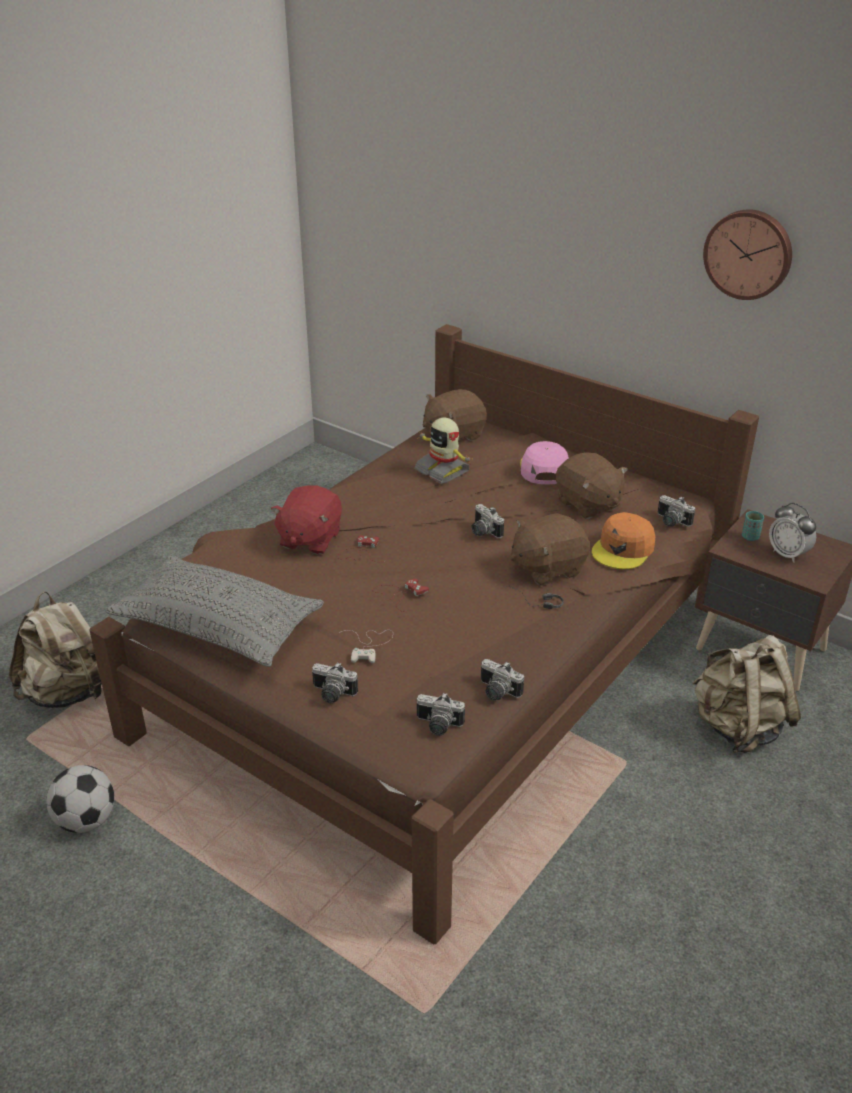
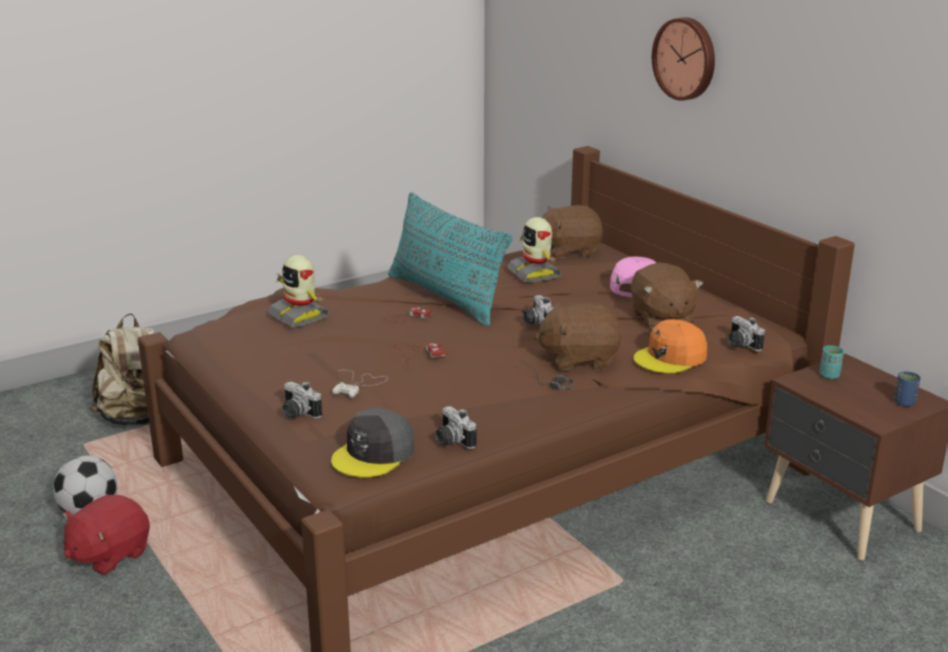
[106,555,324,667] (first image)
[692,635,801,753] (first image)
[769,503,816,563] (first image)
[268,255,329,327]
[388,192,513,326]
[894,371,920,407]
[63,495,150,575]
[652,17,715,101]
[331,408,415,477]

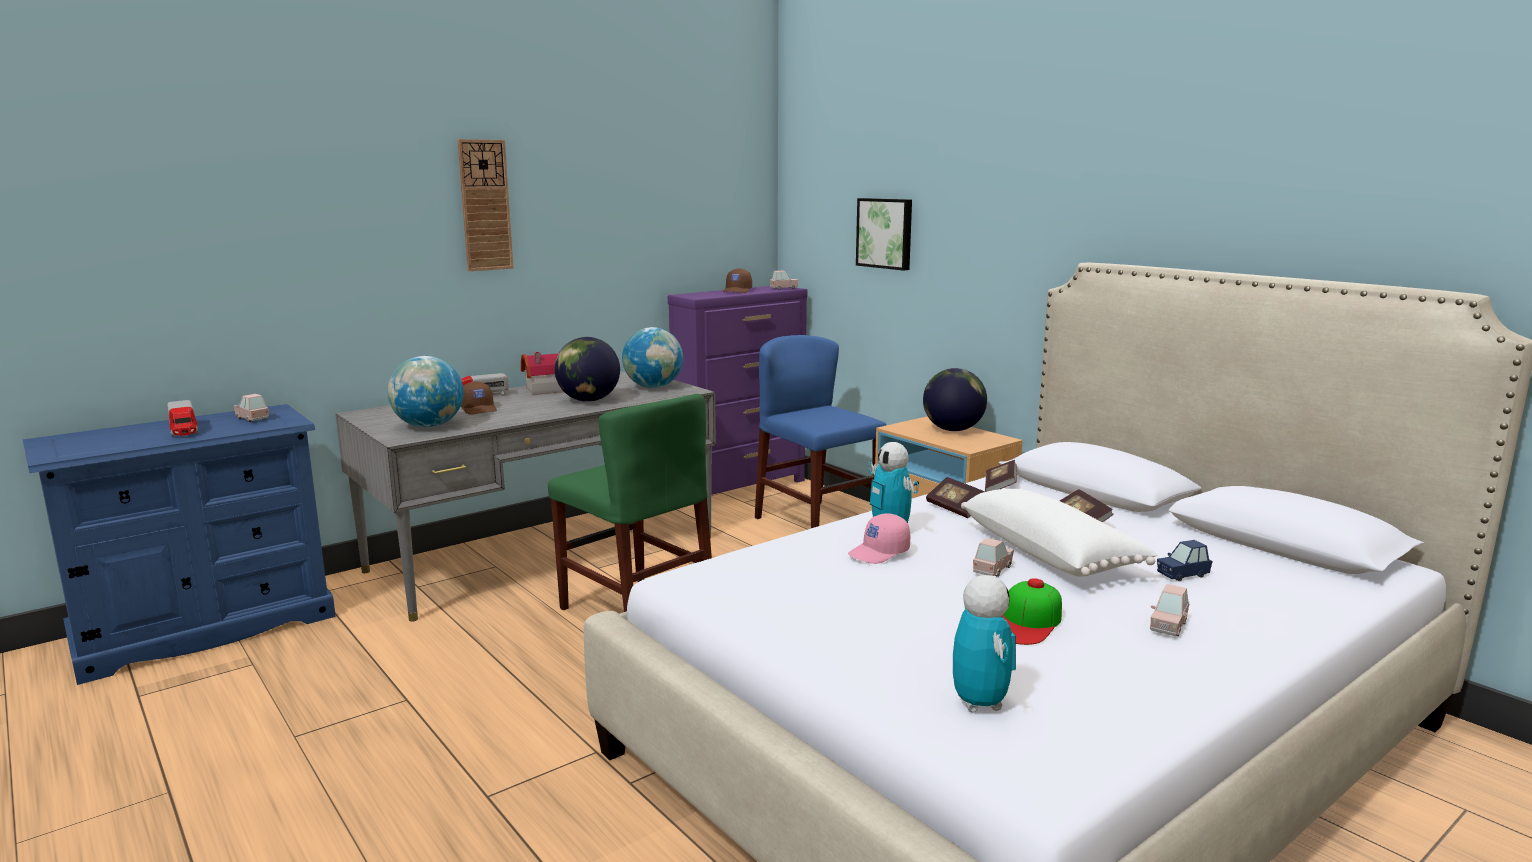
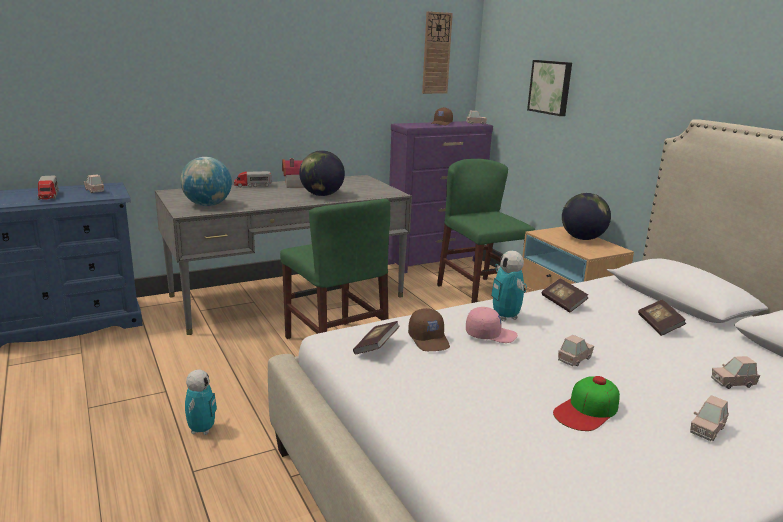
[622,327,683,388] (first image)
[961,489,1157,576] (first image)
[422,11,453,94]
[408,308,450,351]
[185,370,217,435]
[353,321,400,354]
[437,159,535,303]
[711,356,760,389]
[466,307,518,343]

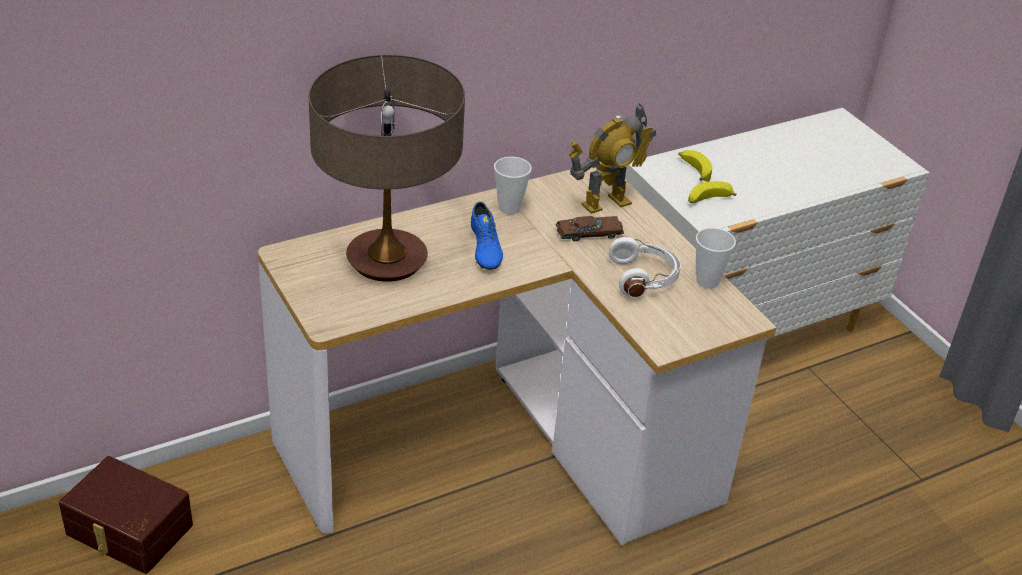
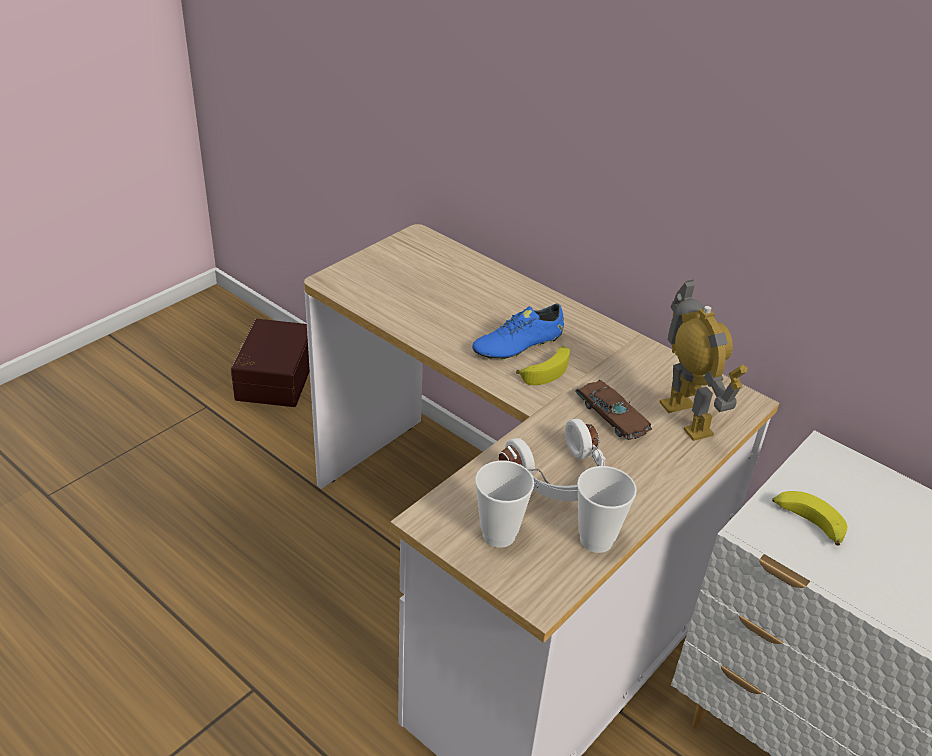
[309,55,465,282] (first image)
[475,460,534,548]
[516,346,570,385]
[659,279,748,441]

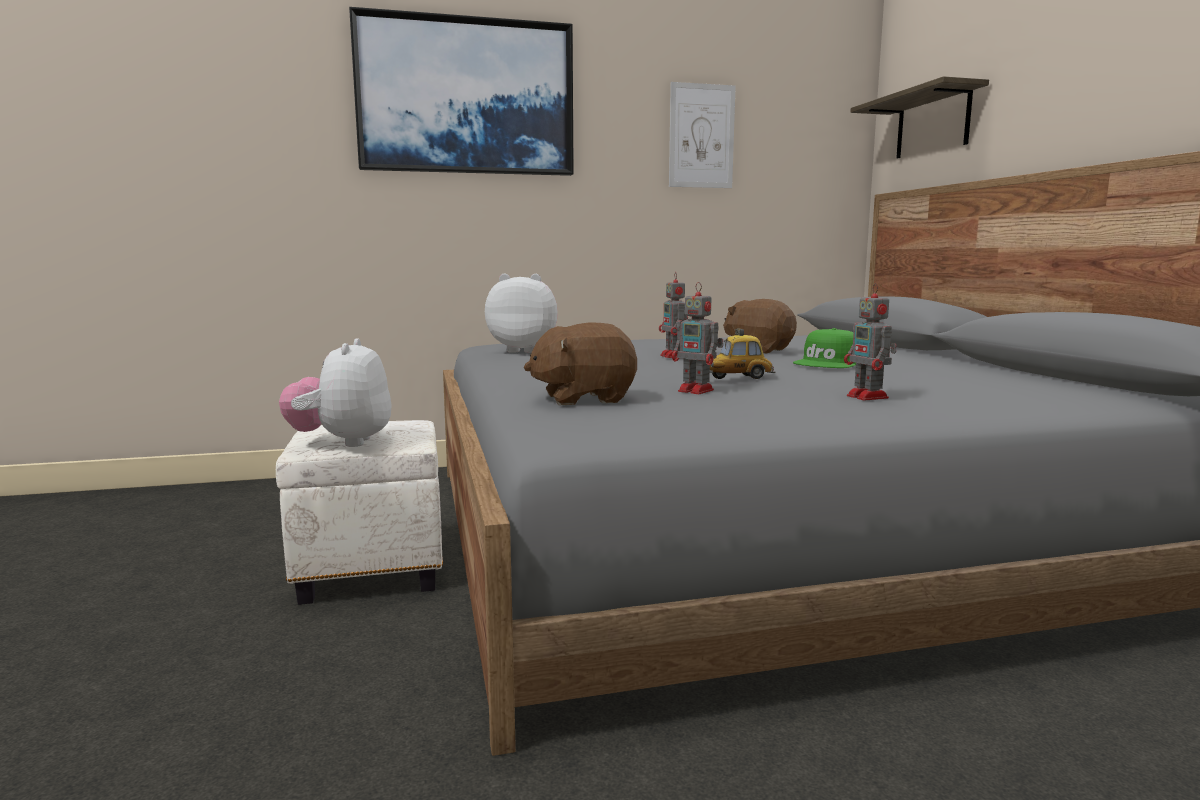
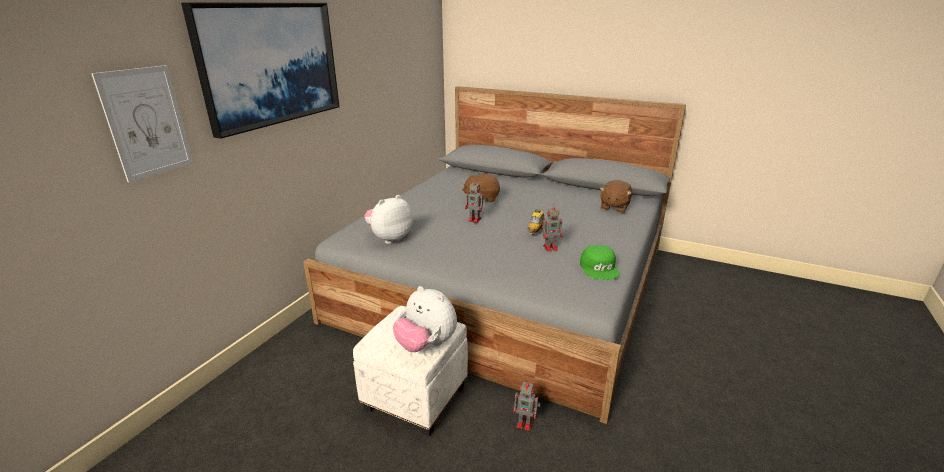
[850,76,989,159] (first image)
[600,180,632,213]
[91,65,193,182]
[580,245,620,280]
[513,380,540,431]

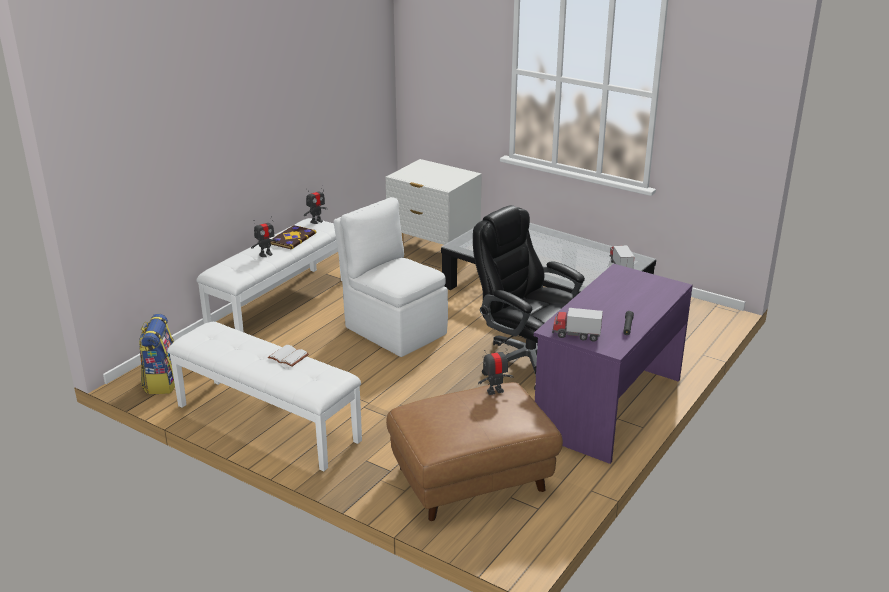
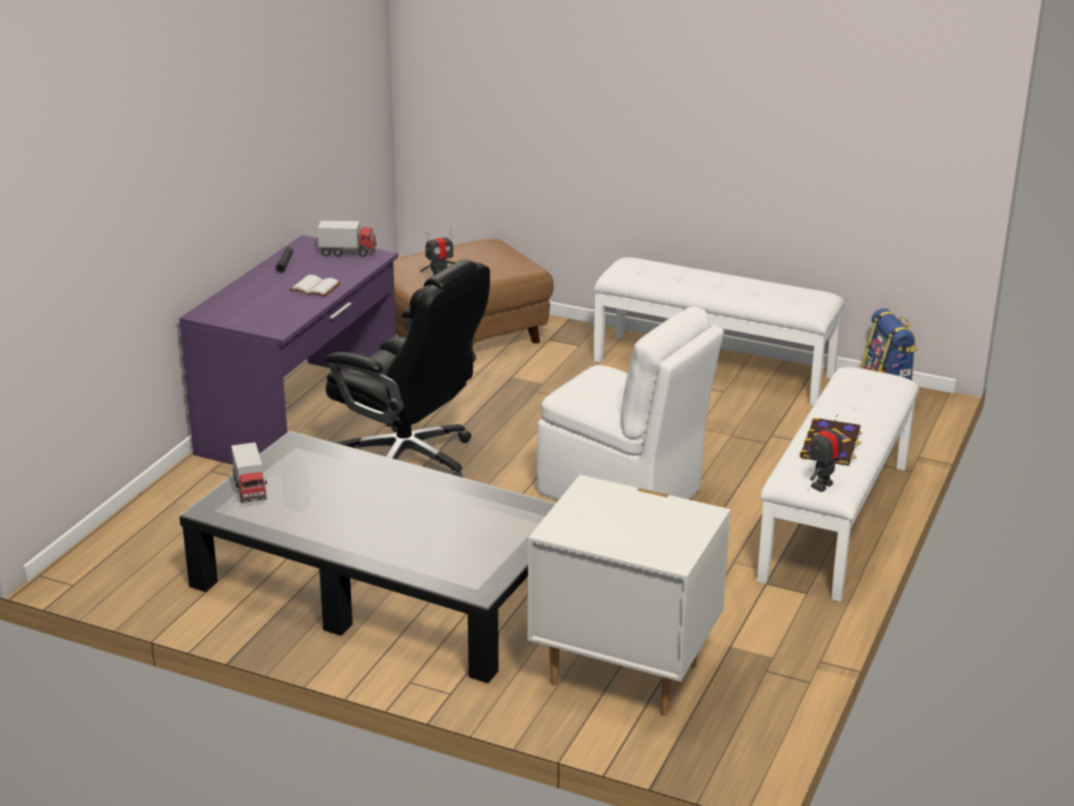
[251,216,278,257] (first image)
[289,275,341,297]

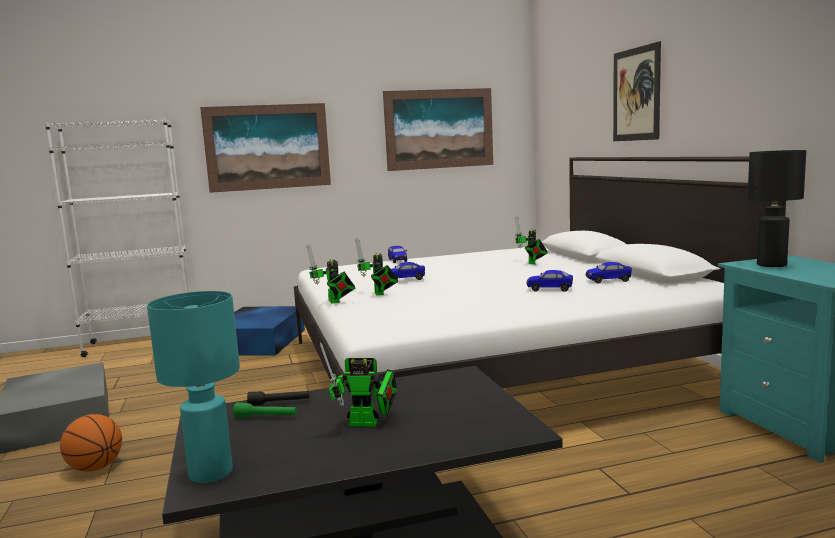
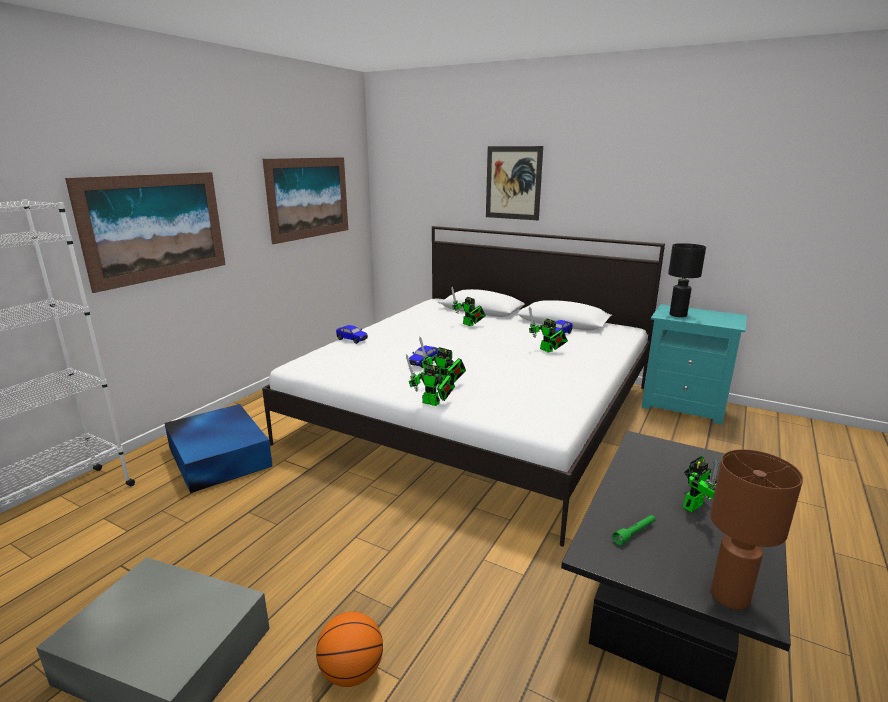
[247,391,309,406] (first image)
[529,307,568,353]
[710,449,803,610]

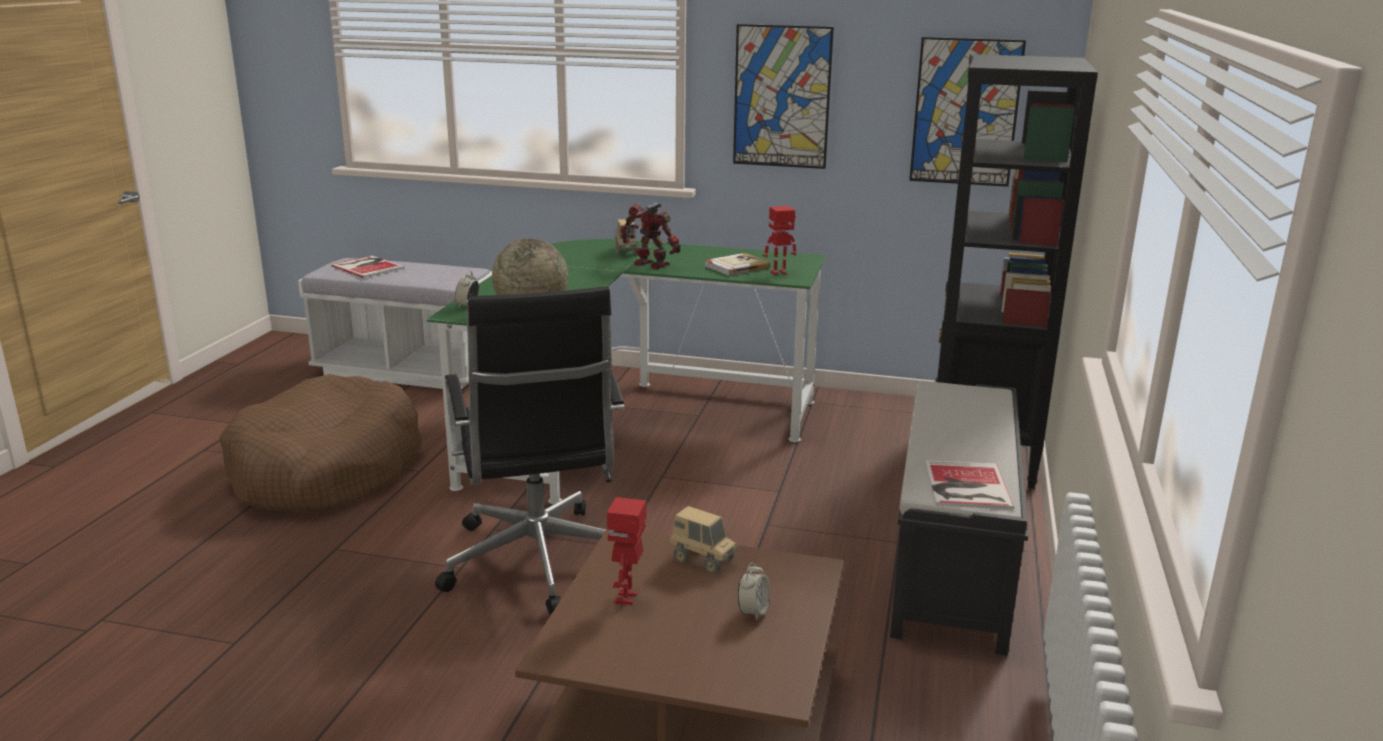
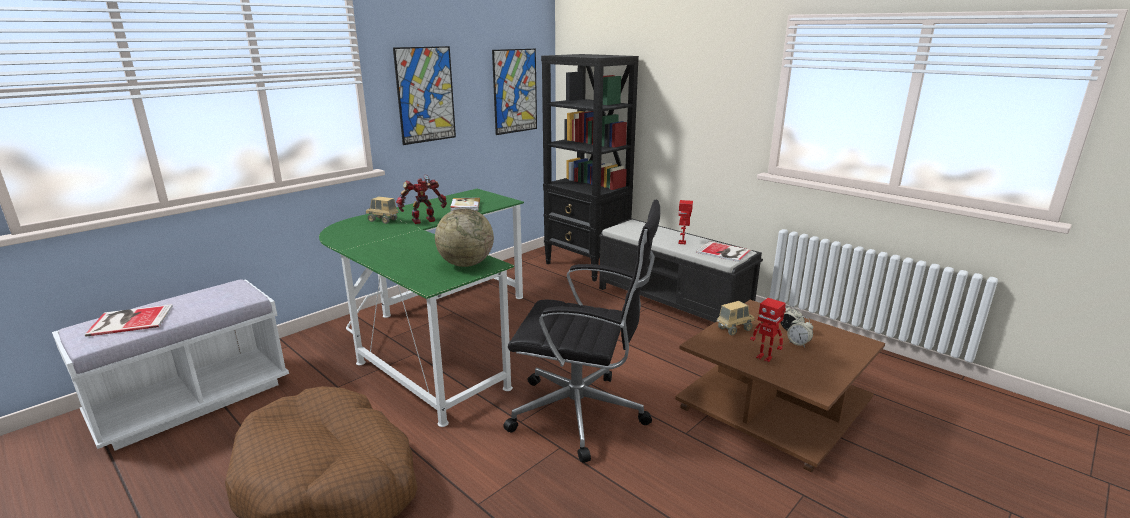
[787,316,813,348]
[678,200,693,244]

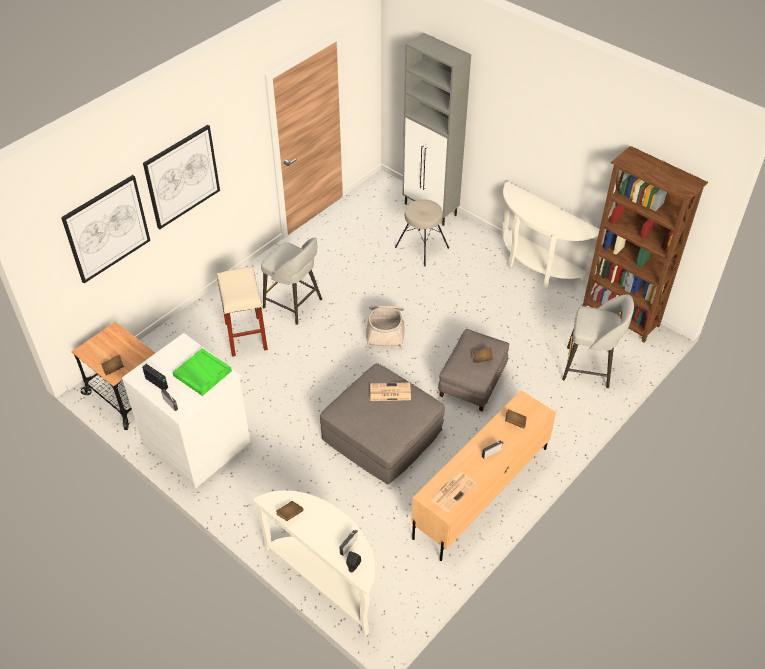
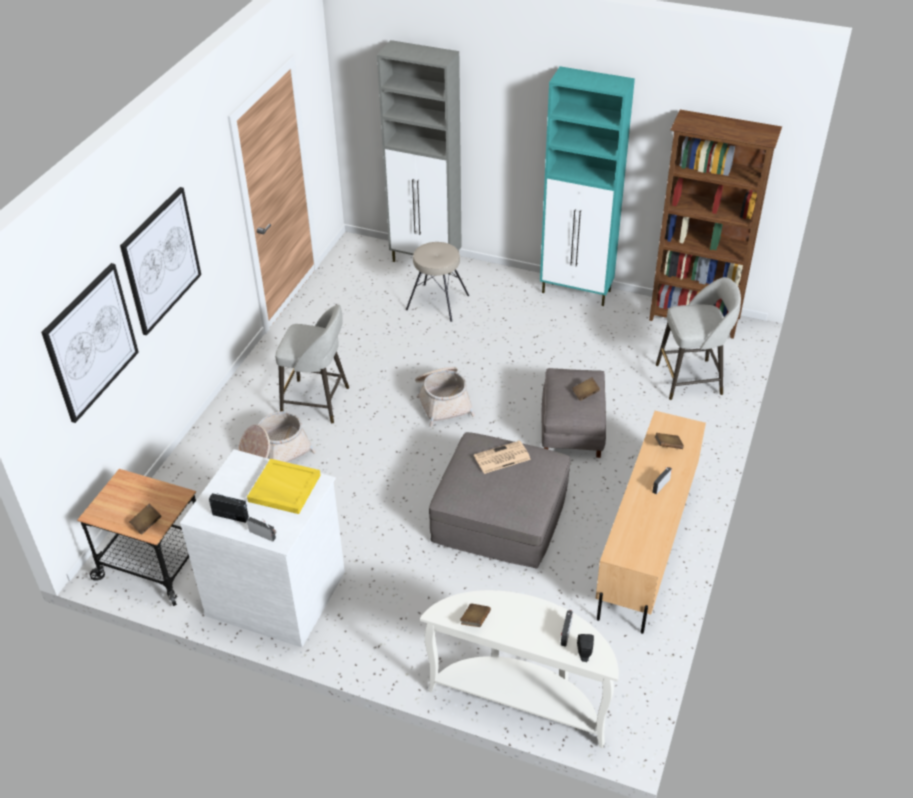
[430,471,476,512] (first image)
[238,411,316,462]
[540,66,635,306]
[247,459,321,514]

